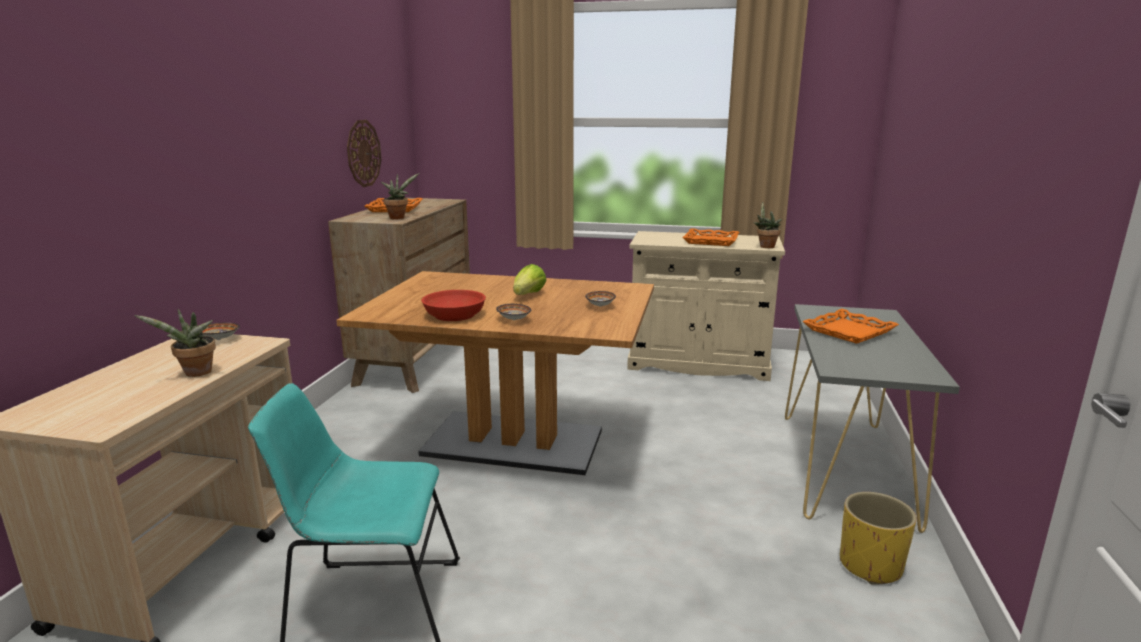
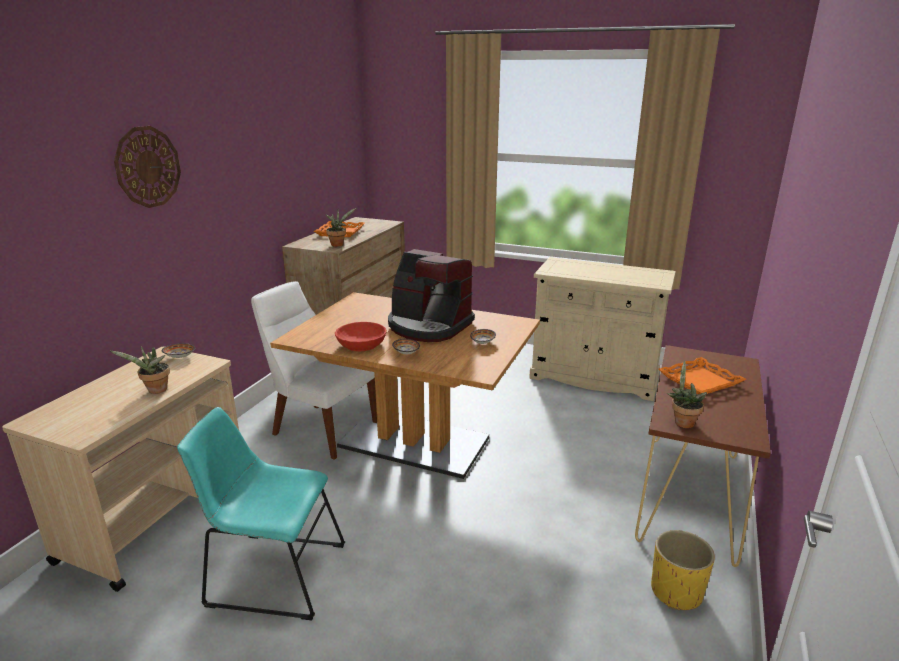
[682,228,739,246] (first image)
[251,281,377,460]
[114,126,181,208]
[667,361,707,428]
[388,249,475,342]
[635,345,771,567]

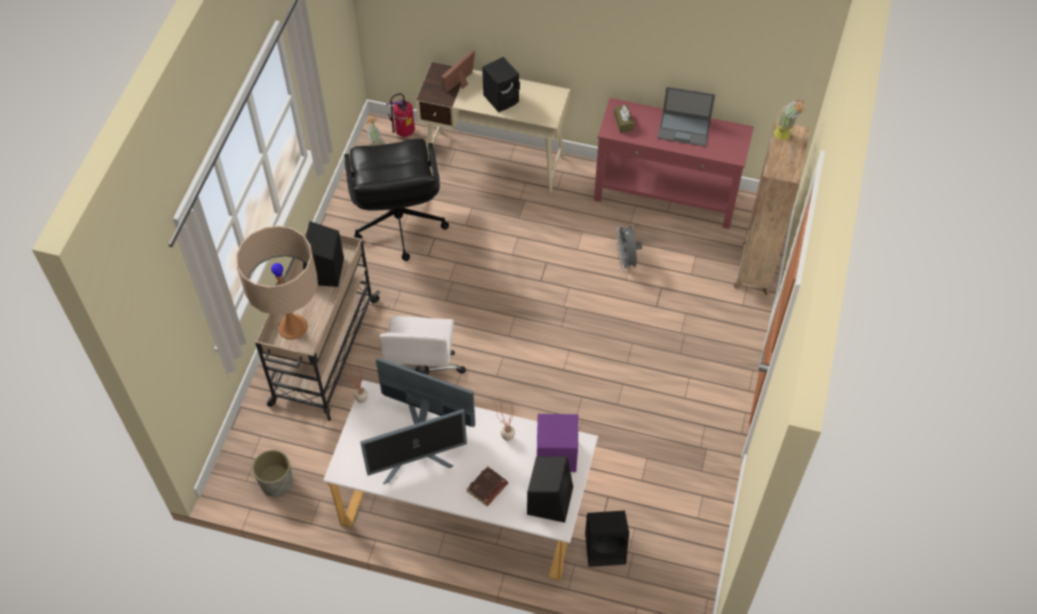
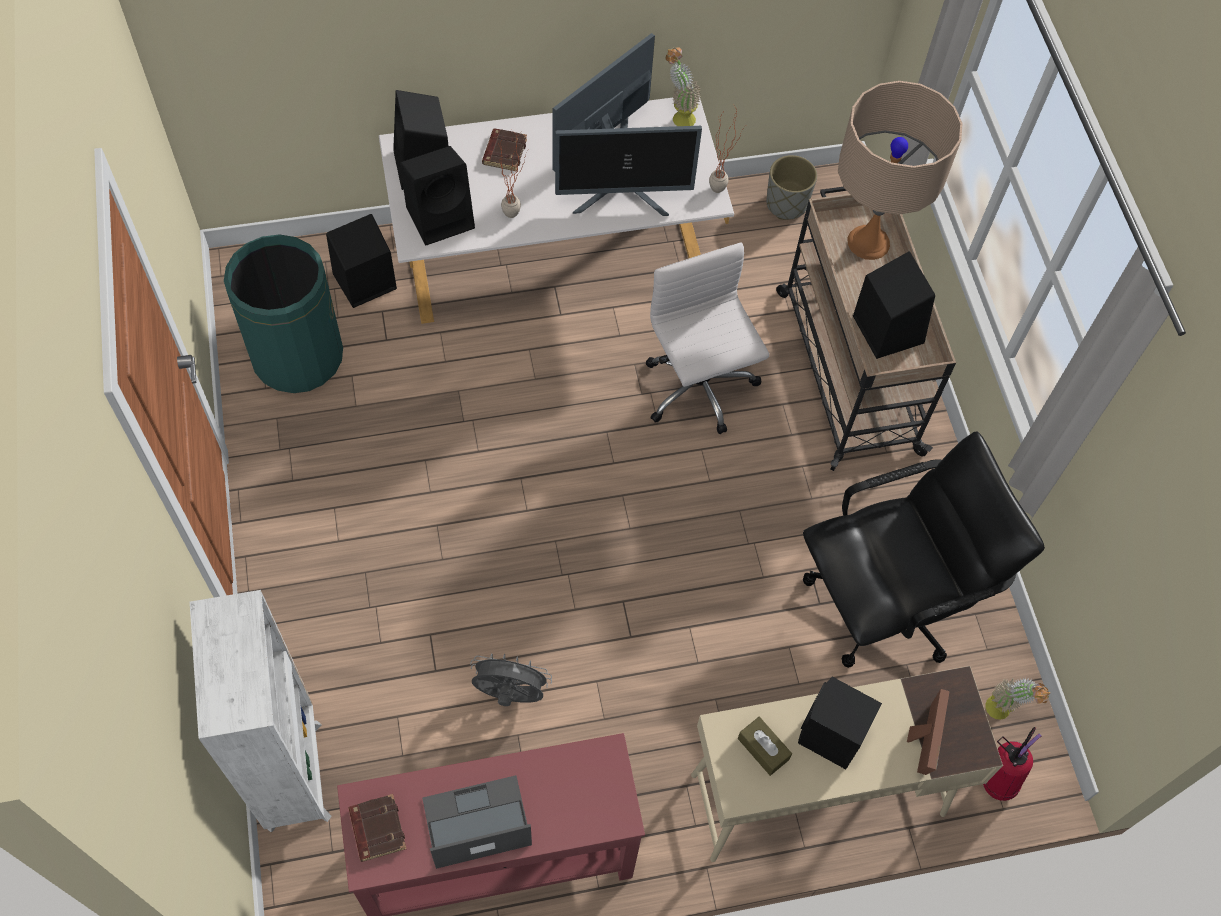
[224,234,343,393]
[348,794,407,862]
[738,717,792,776]
[666,47,701,126]
[400,146,475,246]
[190,590,332,832]
[803,432,1045,668]
[470,653,552,706]

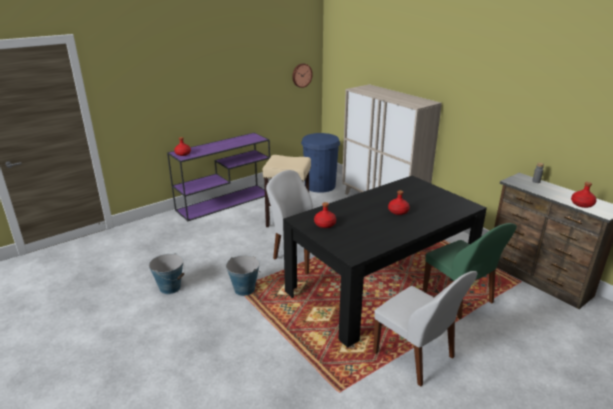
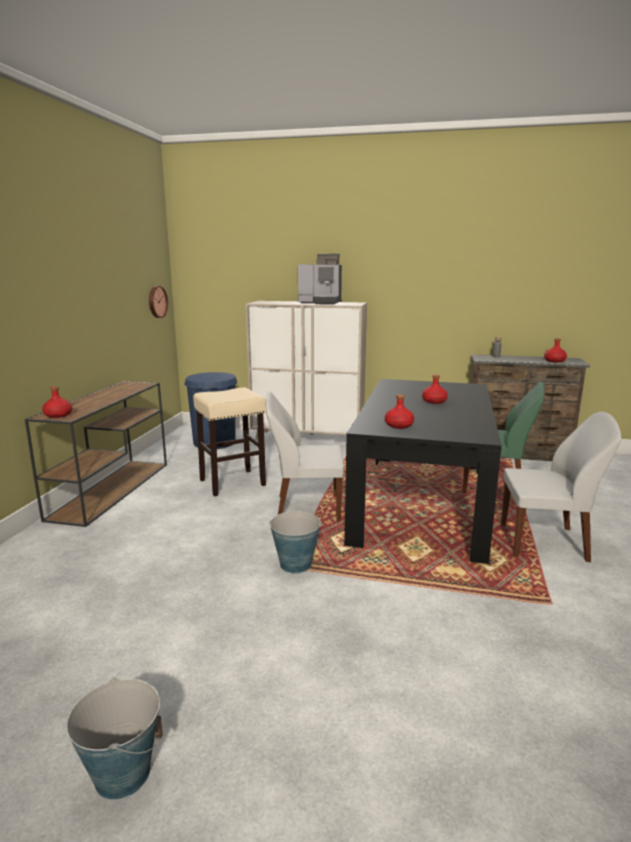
[298,254,342,305]
[66,677,163,800]
[25,381,167,527]

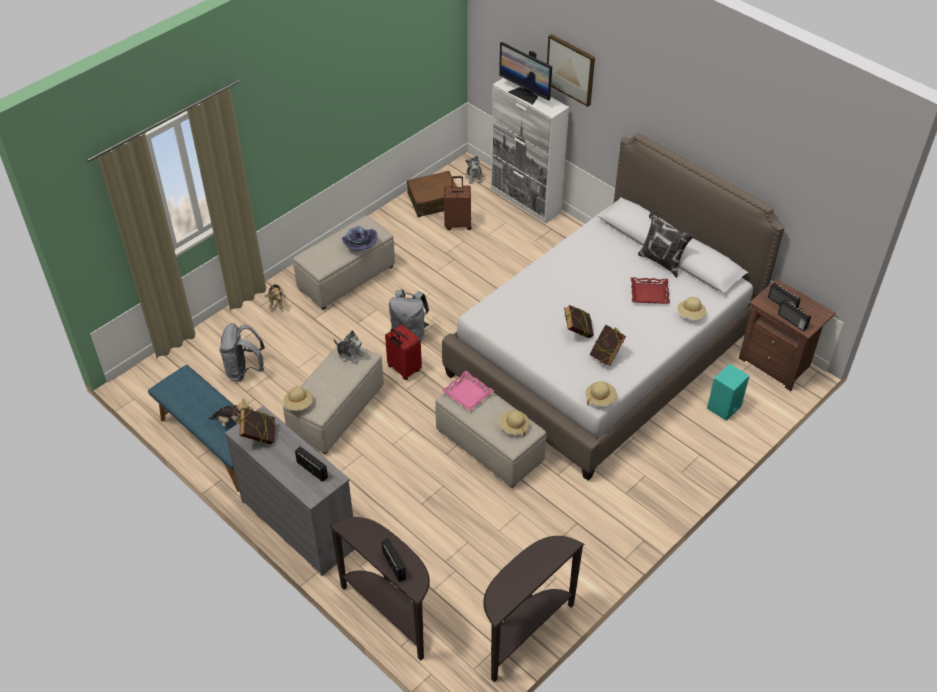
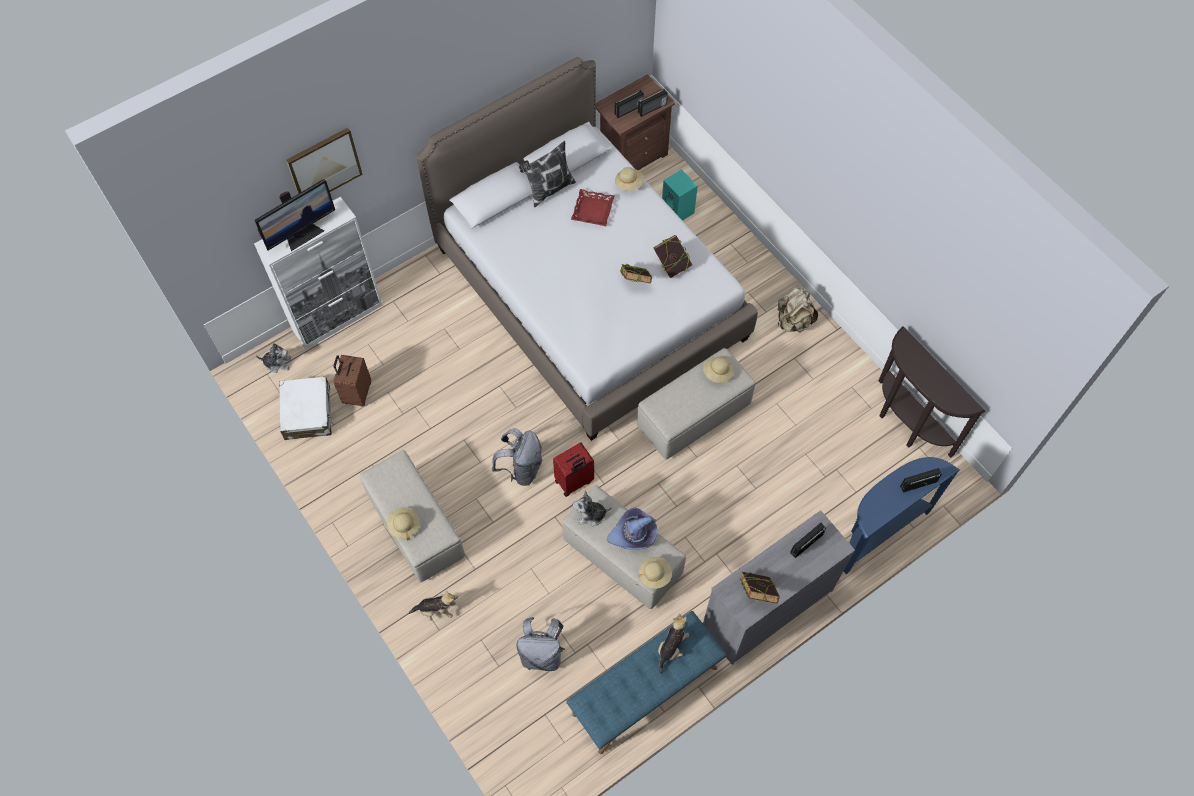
[441,371,494,411] (first image)
[778,287,818,333]
[607,507,657,550]
[387,507,420,540]
[844,457,960,574]
[279,376,332,440]
[573,491,612,527]

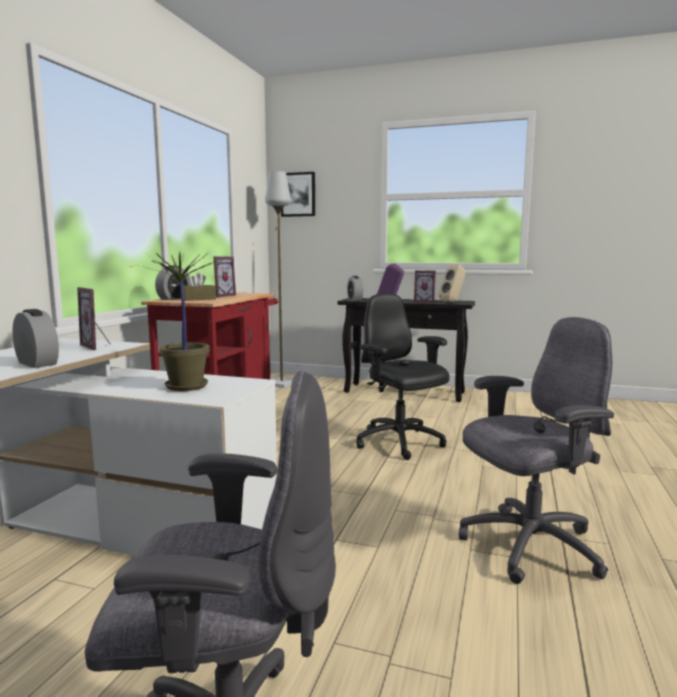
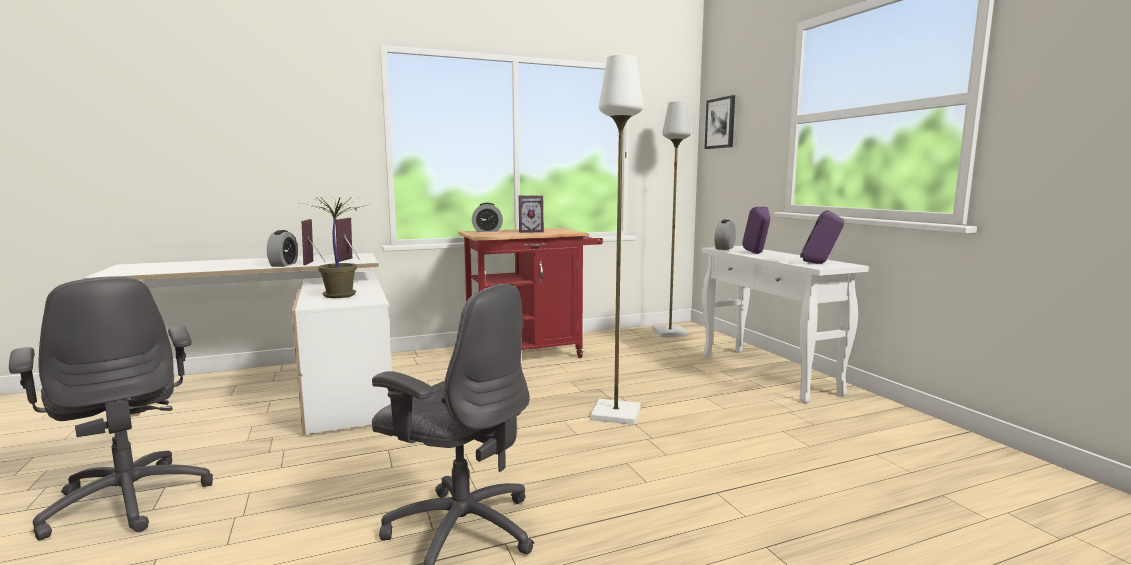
[180,273,216,301] (first image)
[302,219,325,265]
[590,54,644,425]
[701,246,869,403]
[800,210,844,264]

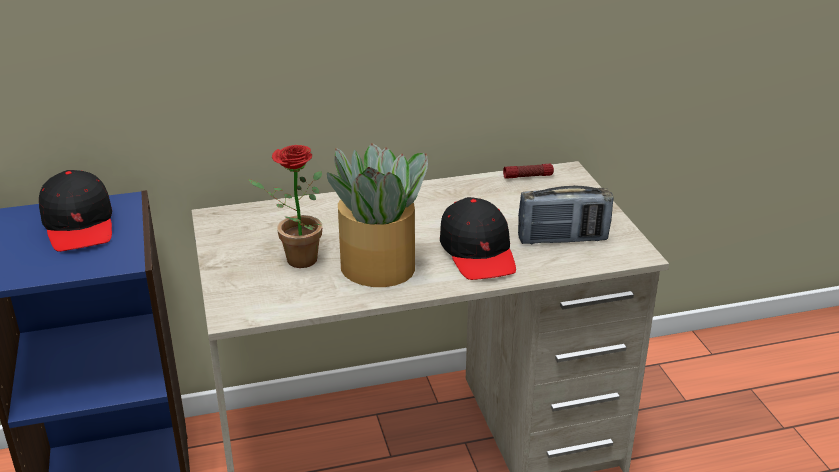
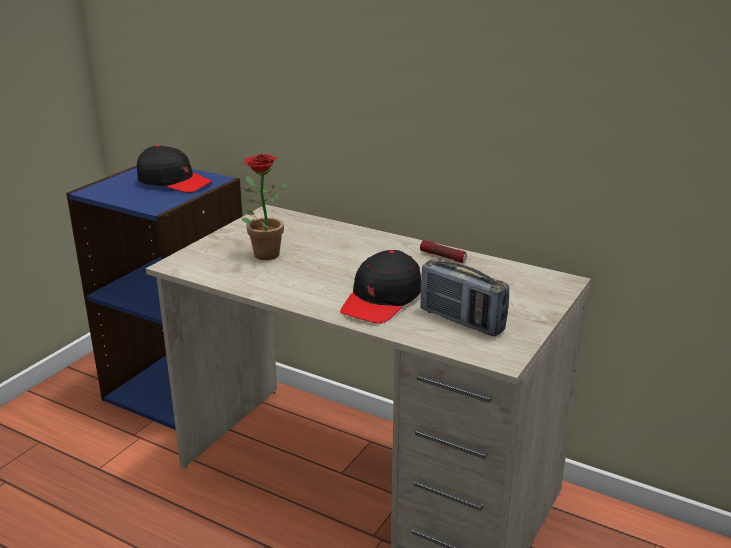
[327,143,428,287] (first image)
[420,240,467,263]
[137,145,212,193]

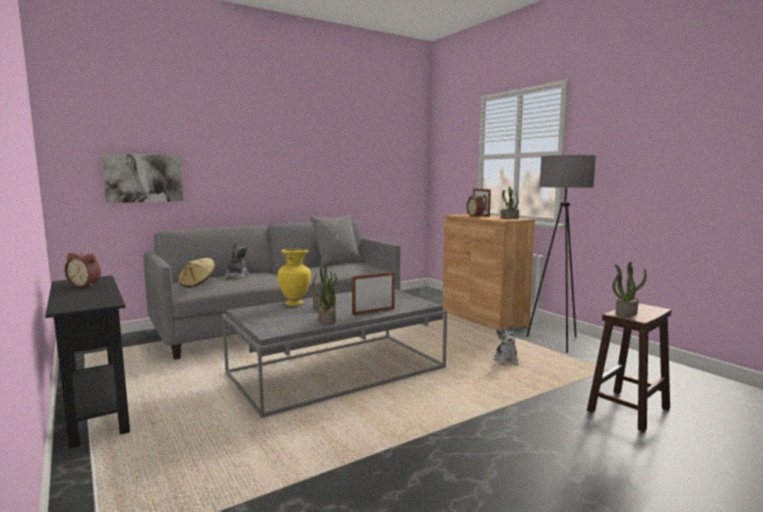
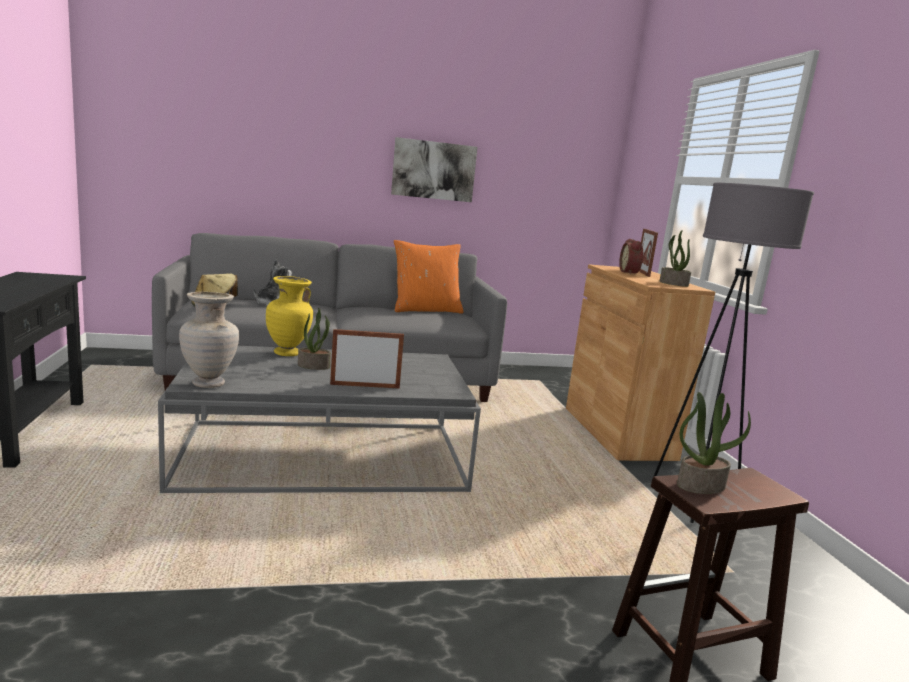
[64,253,101,287] (first image)
[318,276,337,325] (first image)
[494,324,519,366] (first image)
[179,292,239,388]
[391,137,478,202]
[394,240,464,314]

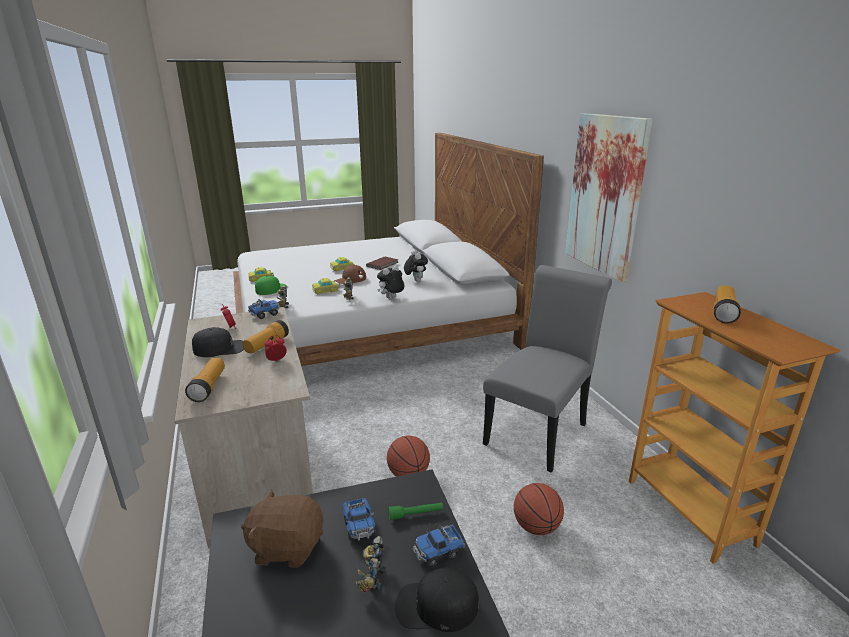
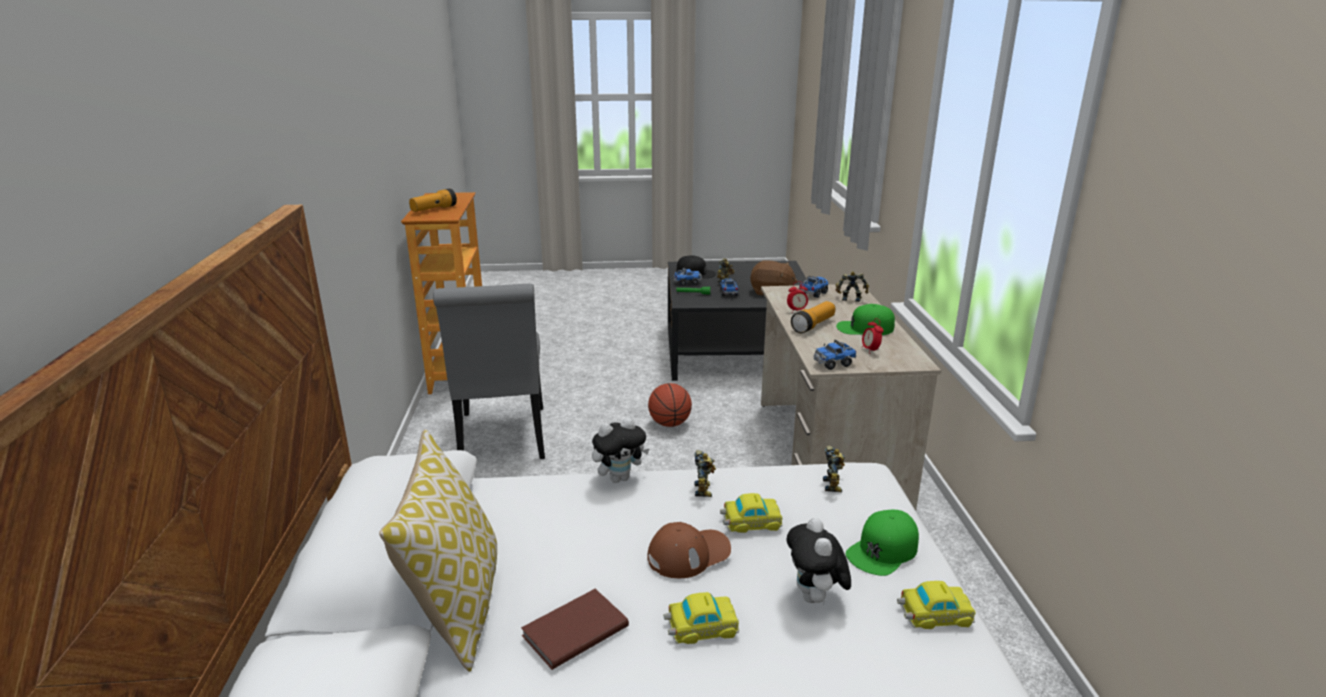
[514,483,564,535] (first image)
[565,113,653,282] (first image)
[379,429,497,672]
[799,276,829,298]
[787,518,851,604]
[835,271,869,302]
[836,304,895,335]
[433,284,545,459]

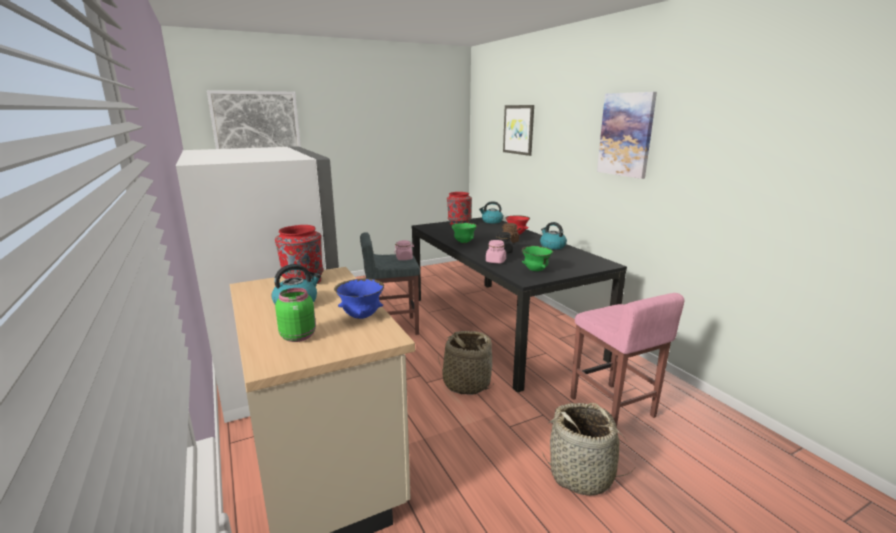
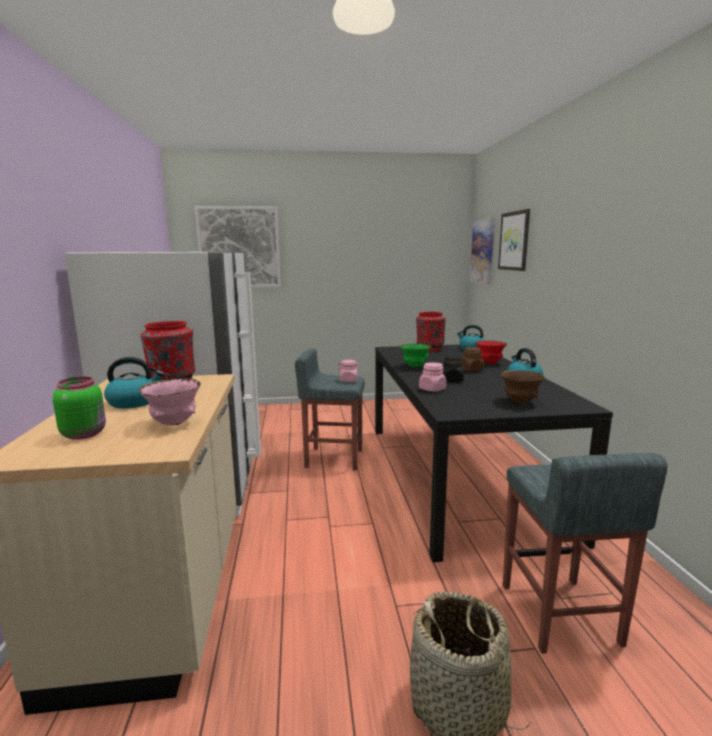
[438,331,495,395] (first image)
[521,246,553,271] (first image)
[501,370,545,403]
[470,218,495,284]
[139,378,201,425]
[503,453,668,654]

